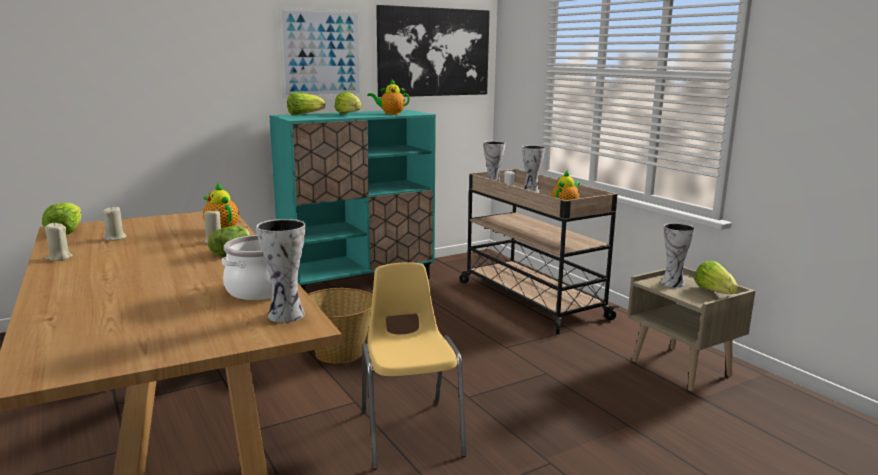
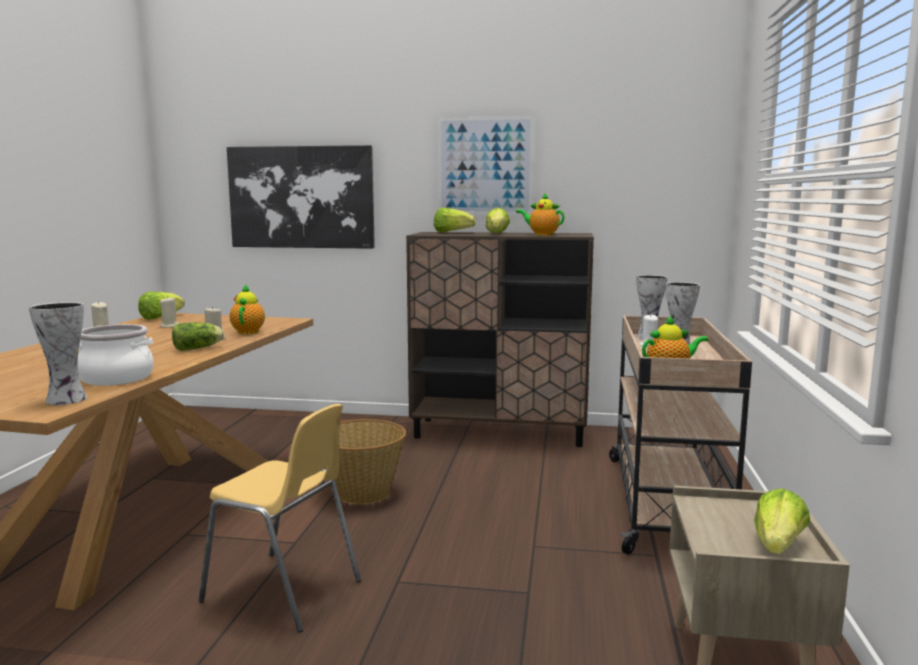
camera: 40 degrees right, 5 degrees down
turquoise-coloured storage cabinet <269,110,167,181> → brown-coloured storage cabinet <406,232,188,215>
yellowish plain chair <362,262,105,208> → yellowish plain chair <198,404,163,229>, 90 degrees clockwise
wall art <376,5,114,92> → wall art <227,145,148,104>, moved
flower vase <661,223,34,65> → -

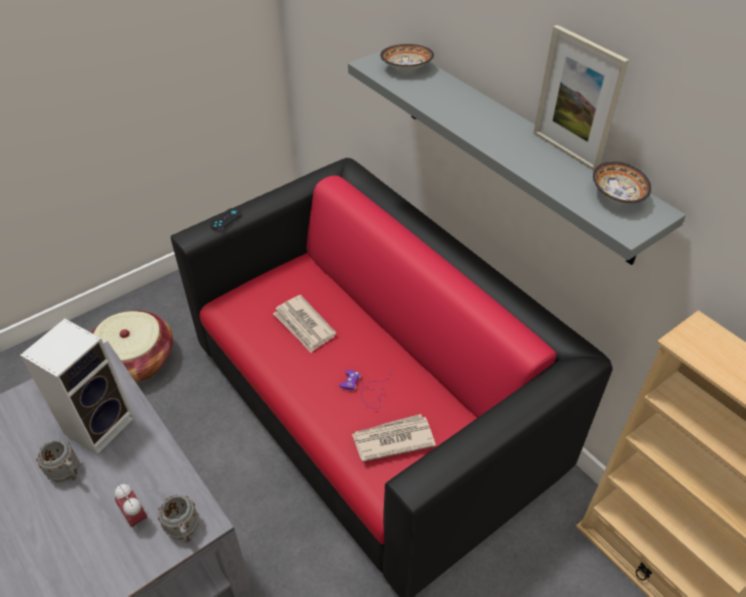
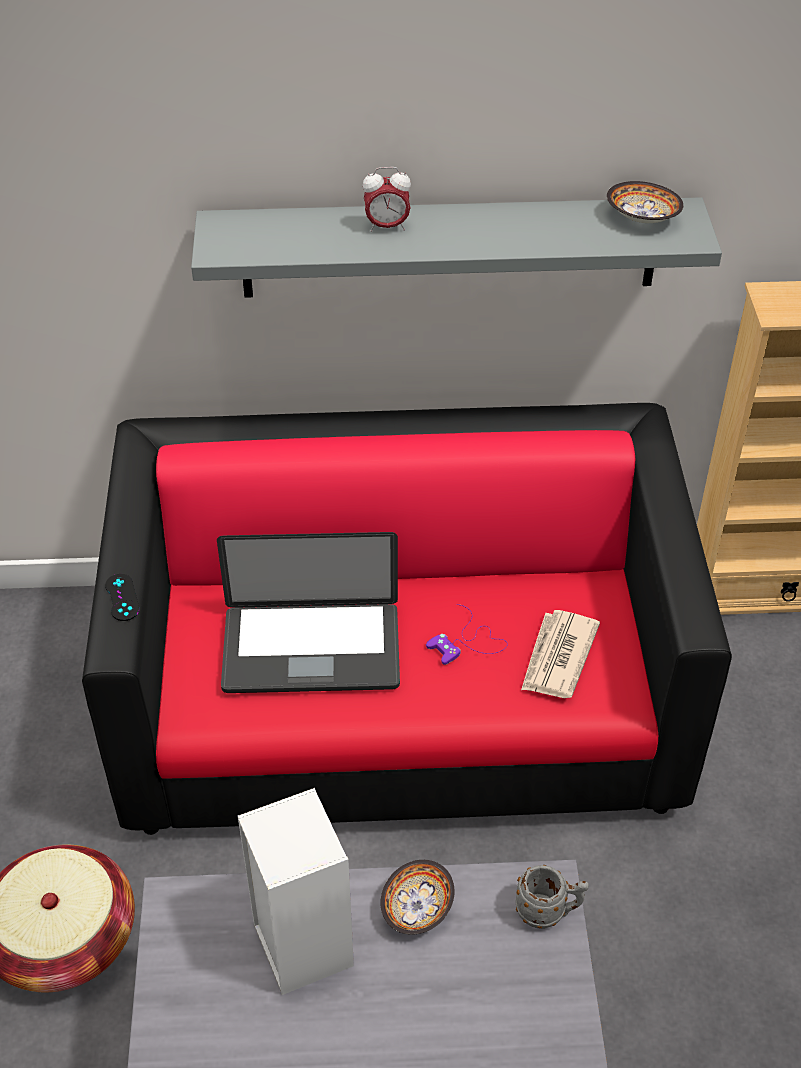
camera: 55 degrees left, 0 degrees up
greyish mug <36,440,43,42> → -
bedside clock <115,484,33,47> → bedside clock <363,167,48,65>, moved
printed paper <273,295,63,58> → notebook computer <217,532,183,161>
deep dish <380,44,54,26> → deep dish <380,860,75,75>, moved
photo frame <533,25,96,146> → -

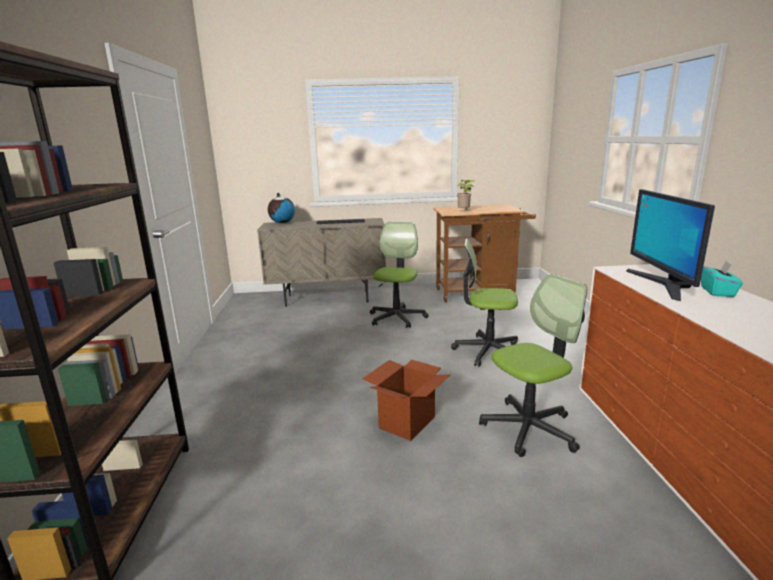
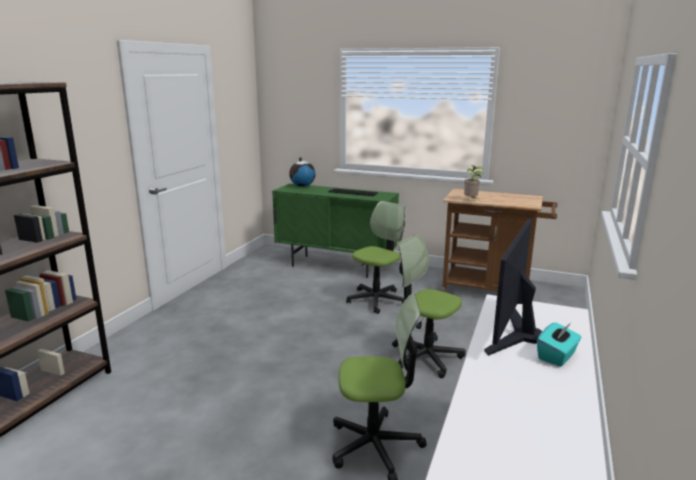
camera: 25 degrees right, 0 degrees up
beige-coloured storage cabinet <257,218,129,89> → green-coloured storage cabinet <272,183,127,95>
packing box <362,360,89,81> → -

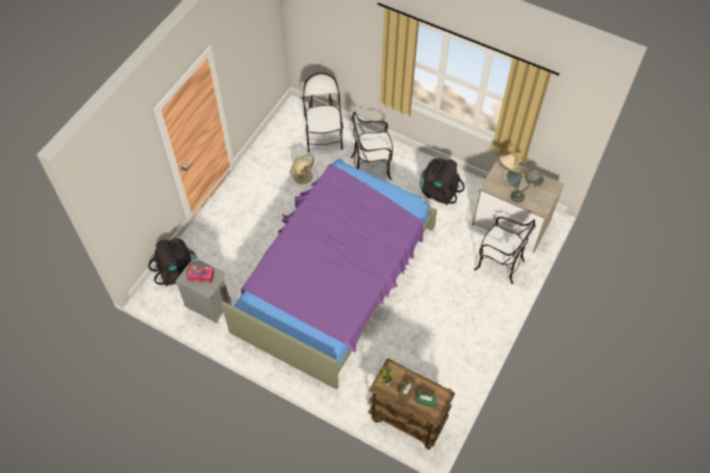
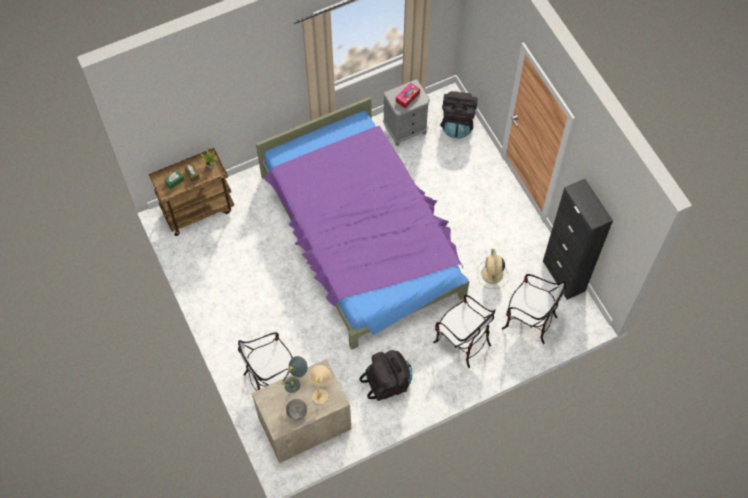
camera: 125 degrees right, 5 degrees up
plain chair <351,112,42,67> → plain chair <433,295,63,73>, 105 degrees clockwise
- → black storage cabinet <543,179,70,121>

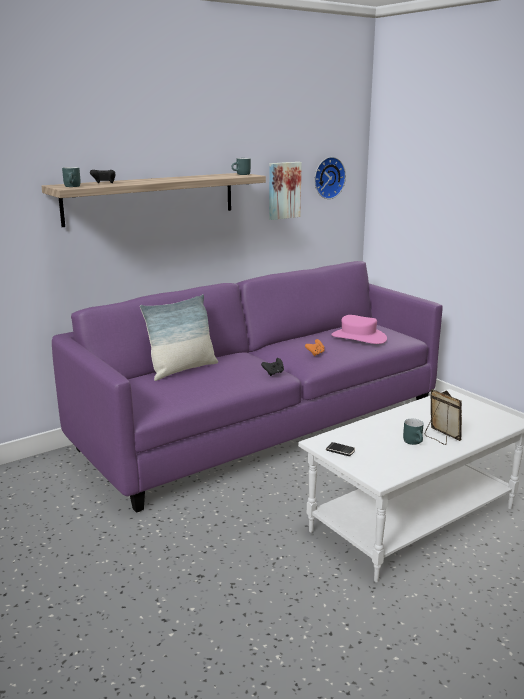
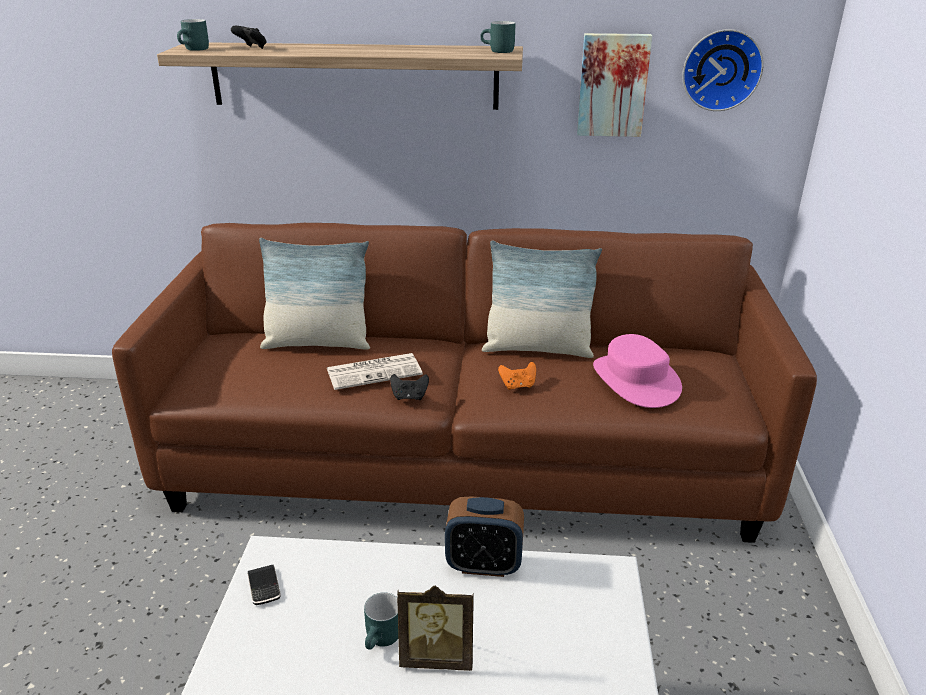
camera: 40 degrees right, 10 degrees up
purple-coloured settee <52,261,391,252> → brown-coloured settee <112,223,705,320>
photo frame <424,389,38,56> → photo frame <397,586,77,85>, 90 degrees clockwise
- → printed paper <327,353,96,37>
- → bedside clock <445,496,79,81>
- → throw pillow <482,240,120,118>

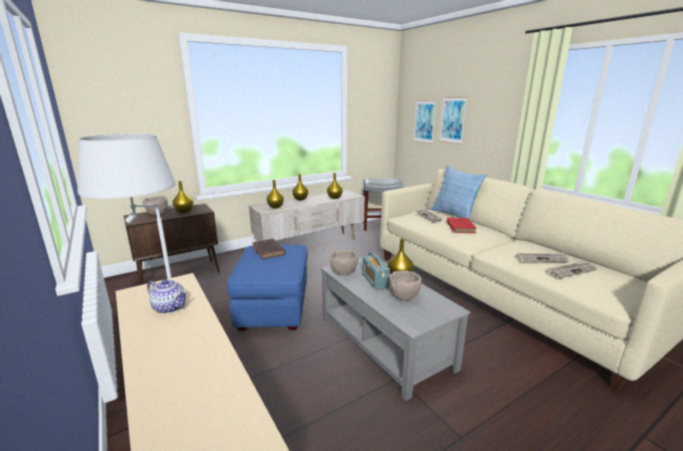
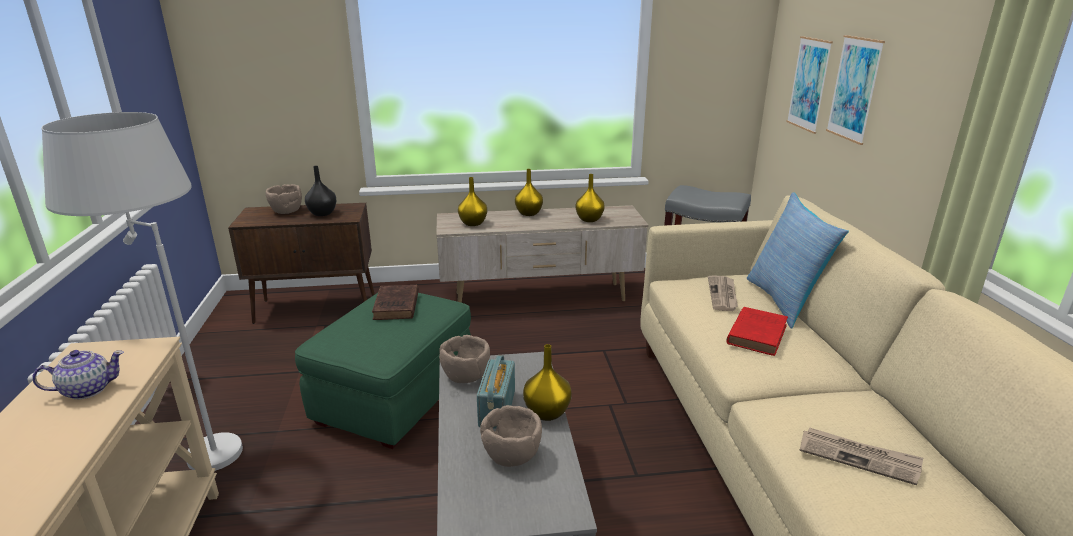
camera: 25 degrees right, 5 degrees up
teapot <147,279,40,35> → teapot <32,350,92,49>, 75 degrees counterclockwise
yellowish flower vase <173,181,20,32> → black flower vase <305,166,32,50>
bluish pouffe <227,245,81,86> → green-coloured pouffe <295,293,176,156>
printed paper <548,260,49,18> → -

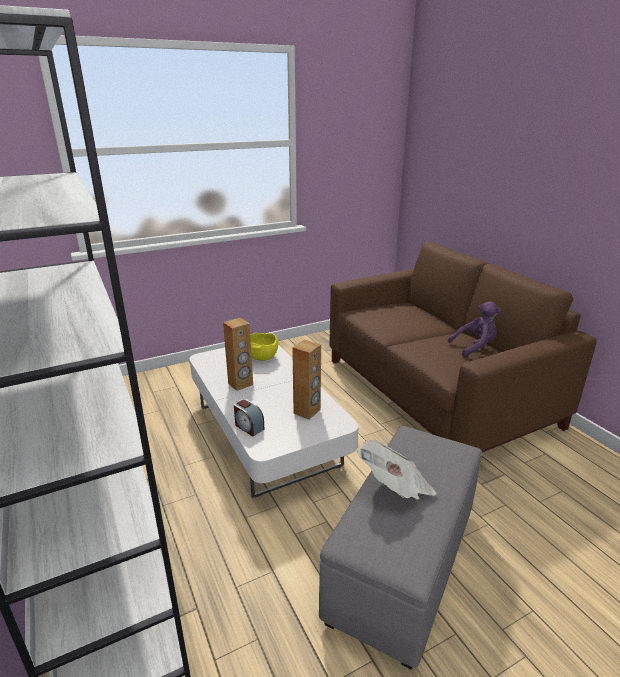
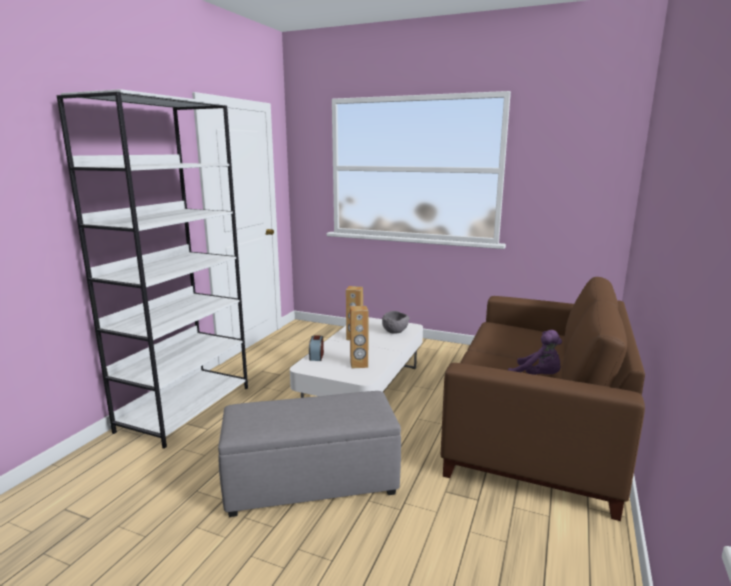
camera: 50 degrees right, 10 degrees down
yellowish deep dish <250,333,28,28> → greyish deep dish <382,311,28,23>
printed paper <357,440,80,60> → -

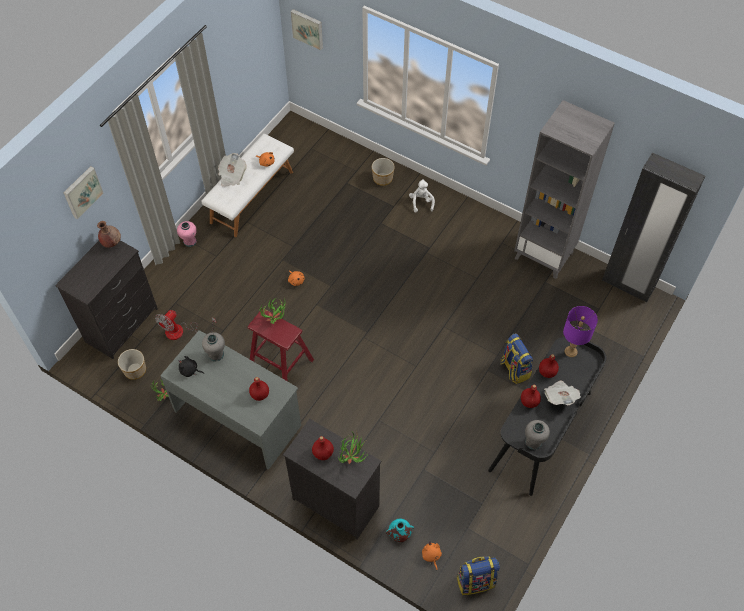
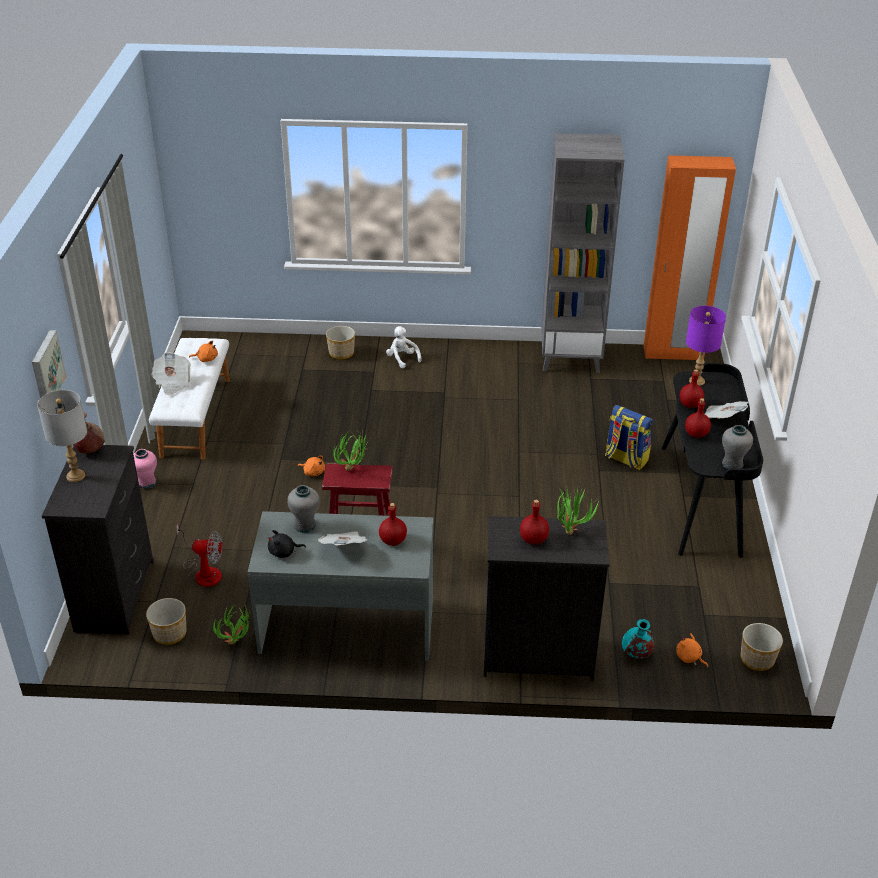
camera: 30 degrees left, 20 degrees down
electric fan <155,310,61,30> → electric fan <176,524,46,63>, 90 degrees counterclockwise
wall art <291,9,32,41> → -
rucksack <456,556,44,39> → flower pot <741,623,42,48>
black wardrobe <602,153,103,150> → orangey wardrobe <644,155,92,205>
- → greyish lamp for a table <37,390,50,92>
- → printed paper <318,531,50,14>

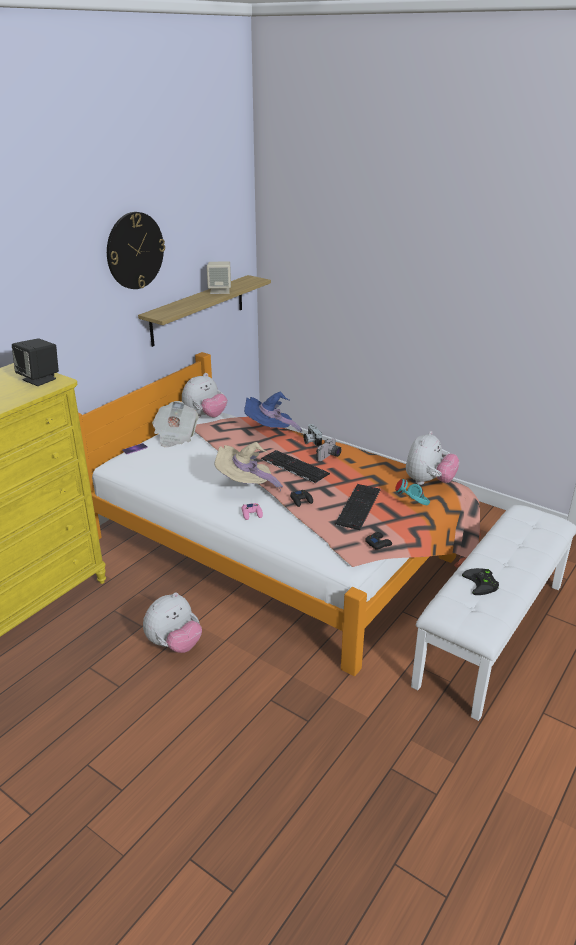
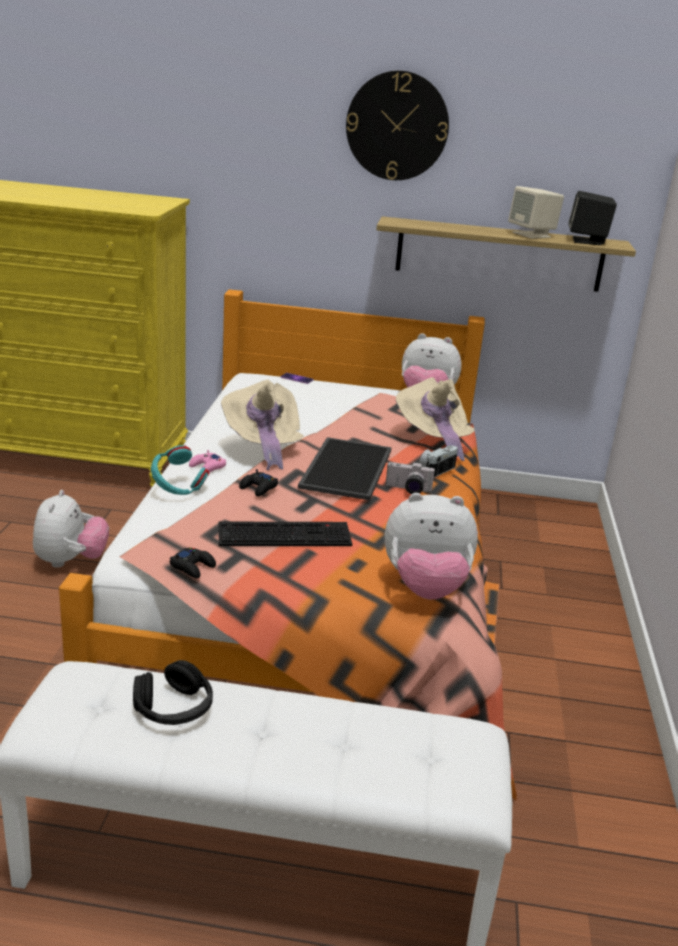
camera: 60 degrees right, 5 degrees down
black loudspeaker <12,338,47,48> → black loudspeaker <569,191,48,54>, moved
cuddly toy <143,593,59,60> → cuddly toy <33,490,76,78>, 105 degrees counterclockwise
printed paper <152,401,47,46> → -
bluish wearable hat <244,391,59,43> → beige-coloured wearable hat <396,377,79,84>
PC keyboard <261,450,69,33> → tray <298,437,94,63>
turquoise-coloured headset <395,479,35,26> → turquoise-coloured headset <151,445,58,50>, moved
black joypad <462,568,37,27> → black headset <133,660,80,65>

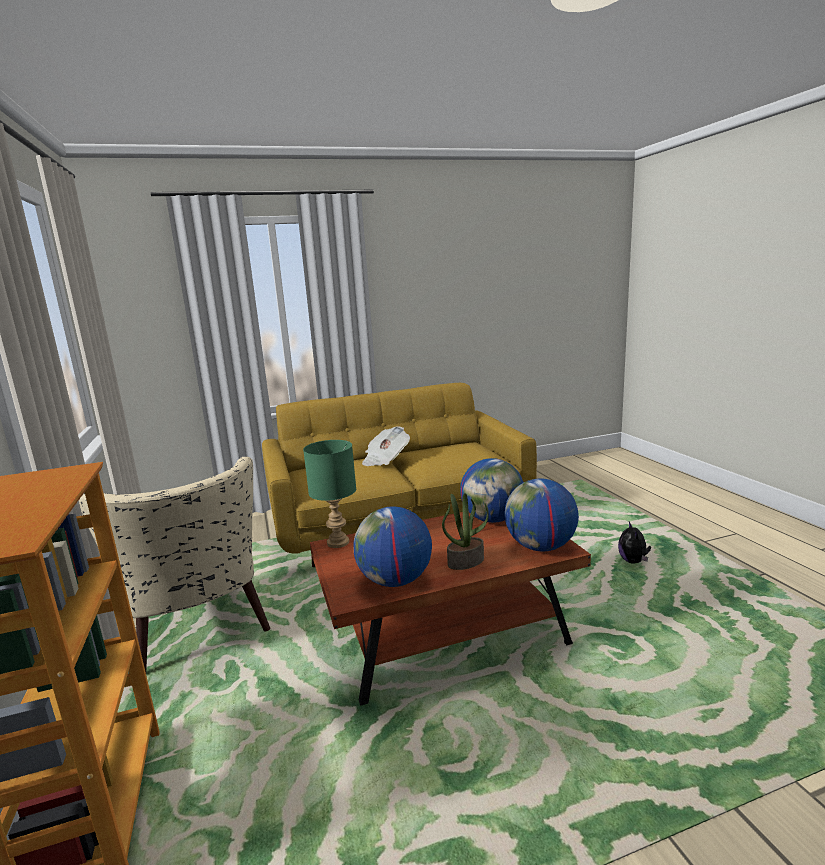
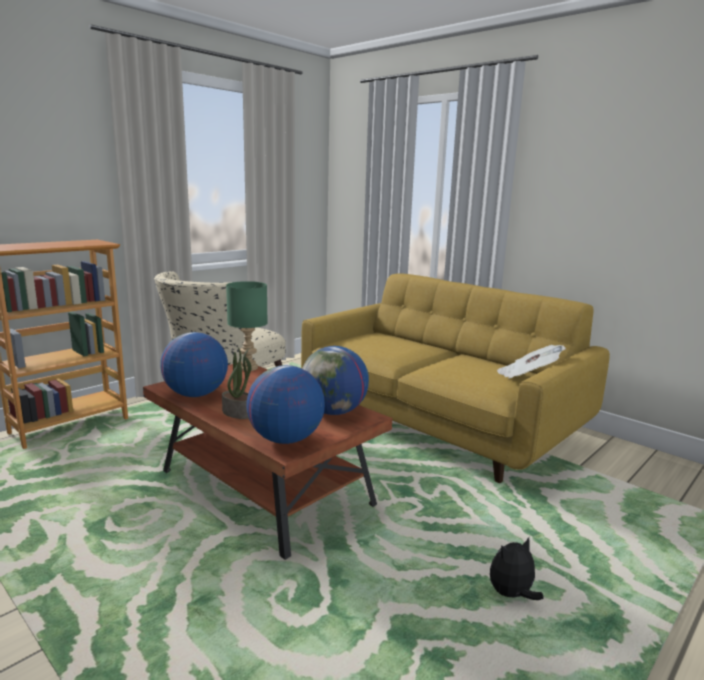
camera: 60 degrees right, 0 degrees up
printed paper <362,426,48,40> → printed paper <497,345,69,34>, moved

